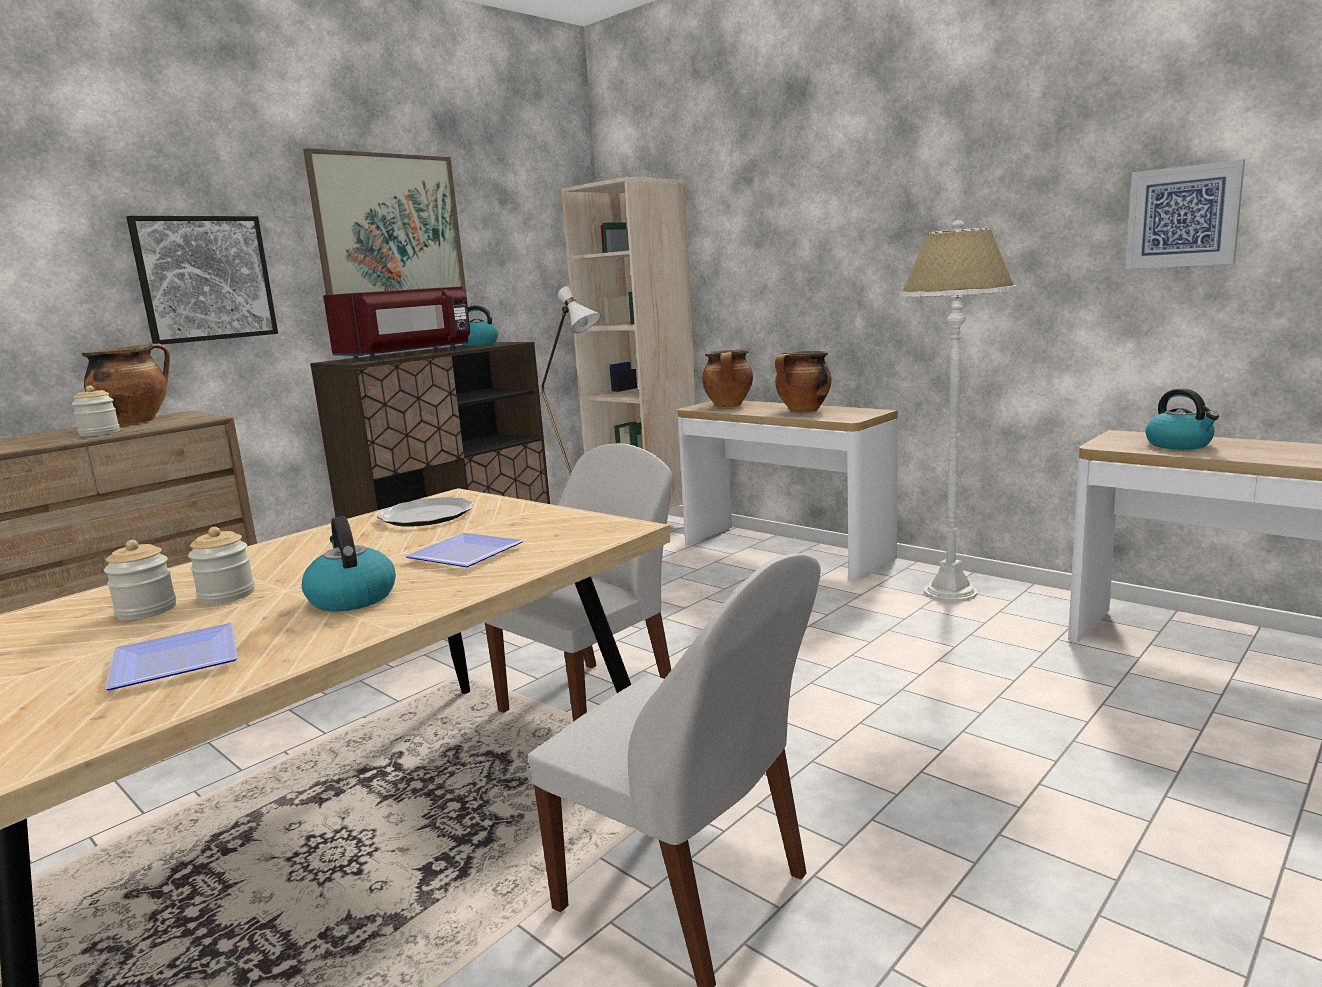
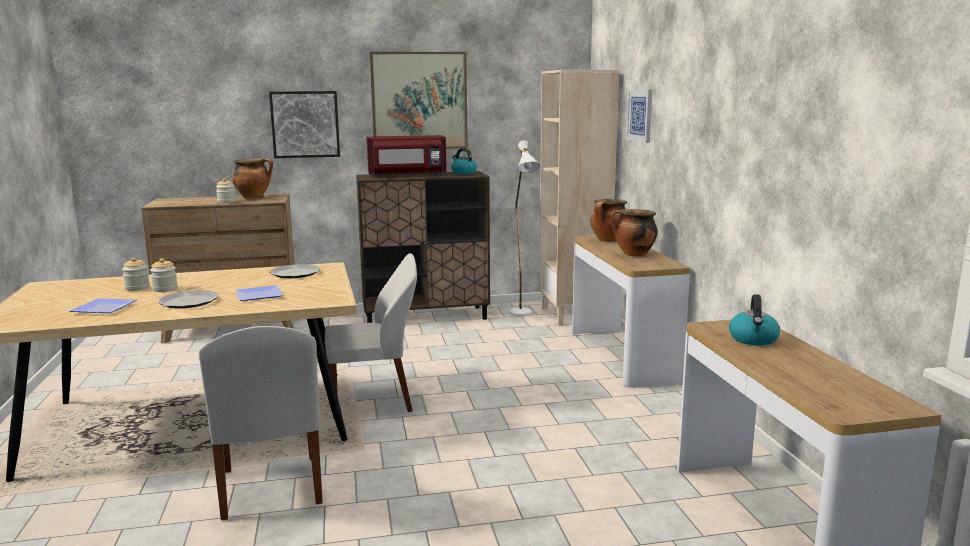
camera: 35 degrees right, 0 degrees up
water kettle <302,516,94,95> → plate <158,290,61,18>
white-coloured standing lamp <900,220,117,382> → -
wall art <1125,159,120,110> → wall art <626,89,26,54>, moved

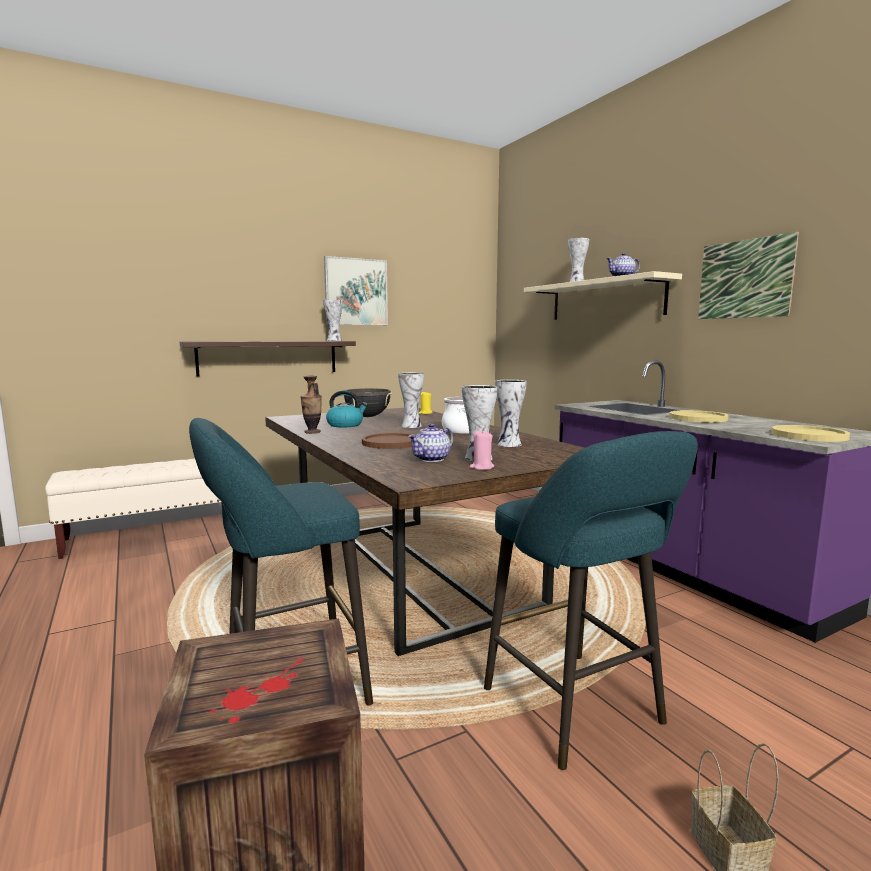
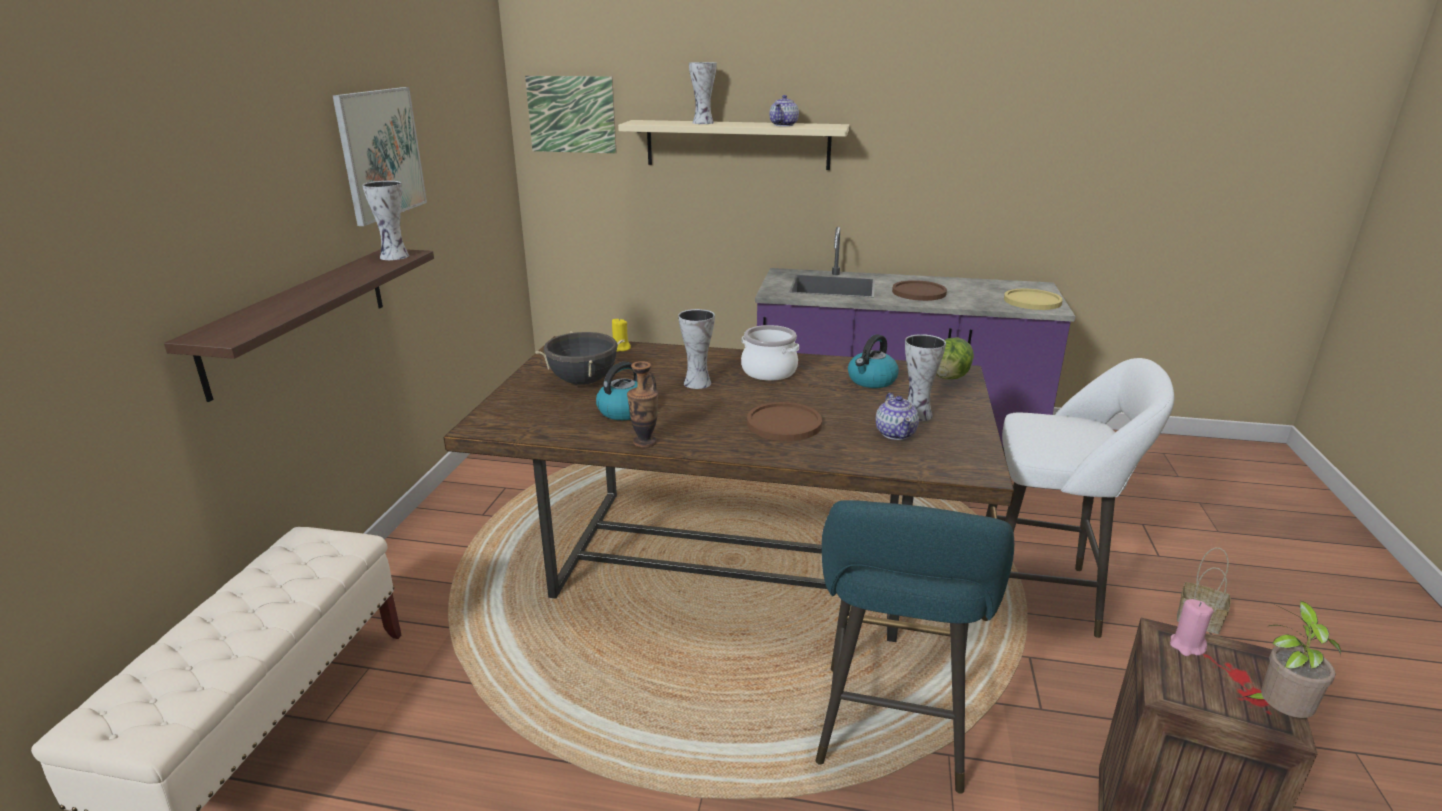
camera: 50 degrees left, 15 degrees up
pink wax candle <469,429,25,41> → pink wax candle <1170,599,44,57>, moved
turquoise-coloured stool seat <484,431,214,339> → white-coloured stool seat <982,358,193,280>
flower vase <495,380,32,67> → water kettle <848,334,51,54>
yellowish plate <669,410,60,13> → brown-coloured plate <892,280,55,21>
wall art <698,232,101,87> → wall art <525,76,92,78>, moved
- → head of lettuce <936,337,38,42>
- → potted plant <1244,600,97,118>

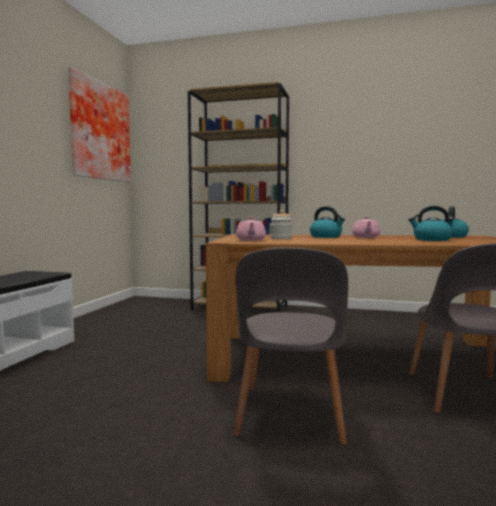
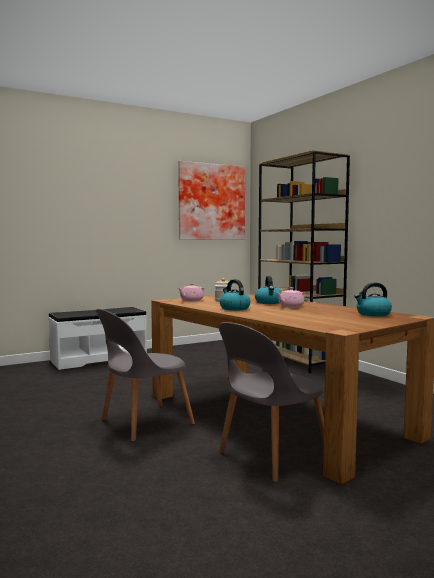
camera: 45 degrees right, 0 degrees up
water kettle <409,206,44,35> → water kettle <220,279,31,32>, moved

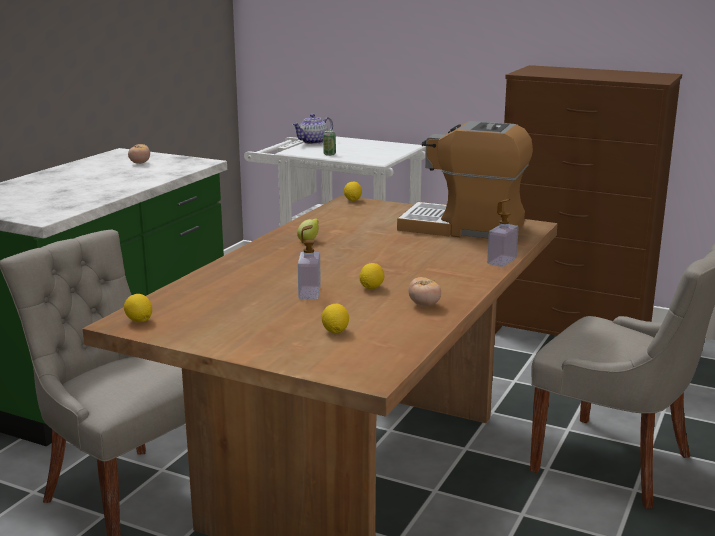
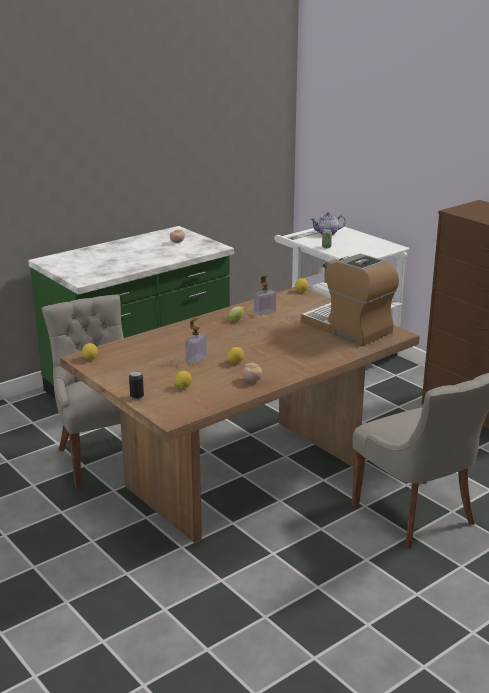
camera: 25 degrees right, 5 degrees up
liquid soap bottle <487,199,32,68> → liquid soap bottle <254,276,22,40>, moved
- → metal can <129,371,15,28>

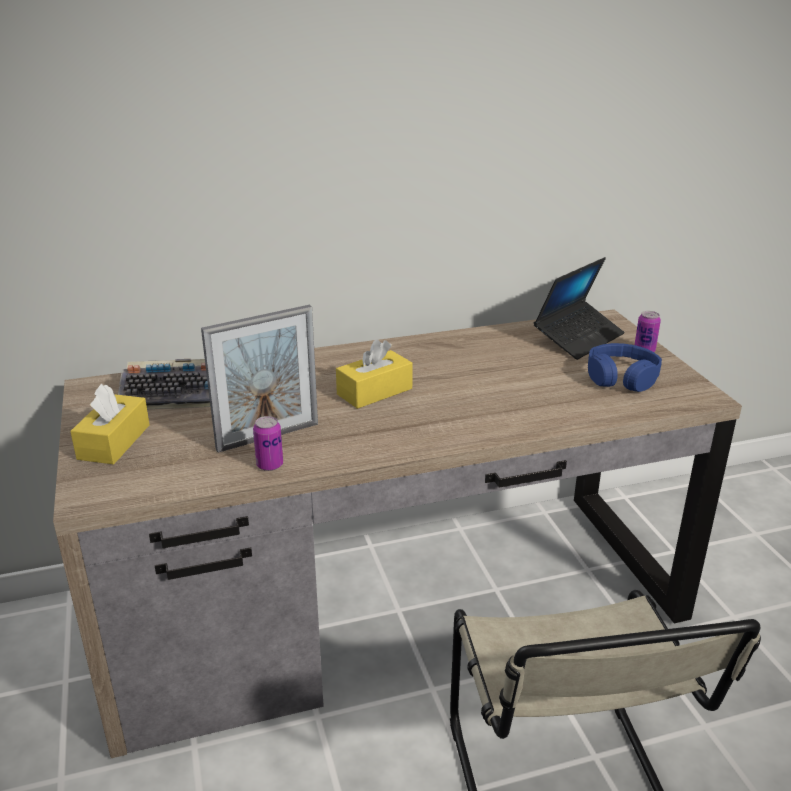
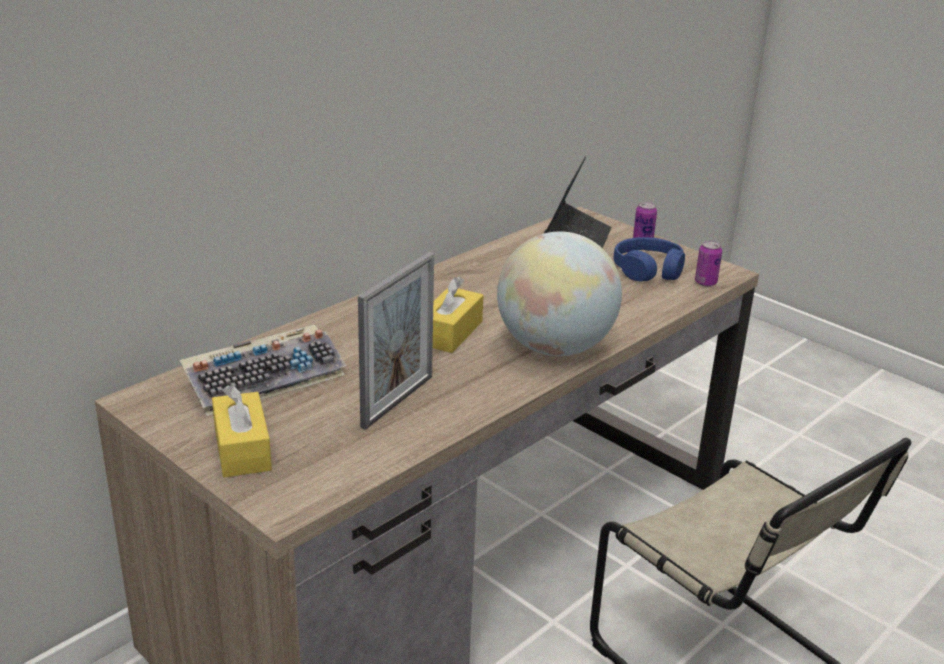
camera: 30 degrees left, 0 degrees up
metal can <253,416,30,55> → metal can <695,241,27,46>, moved
- → world globe <497,231,125,125>

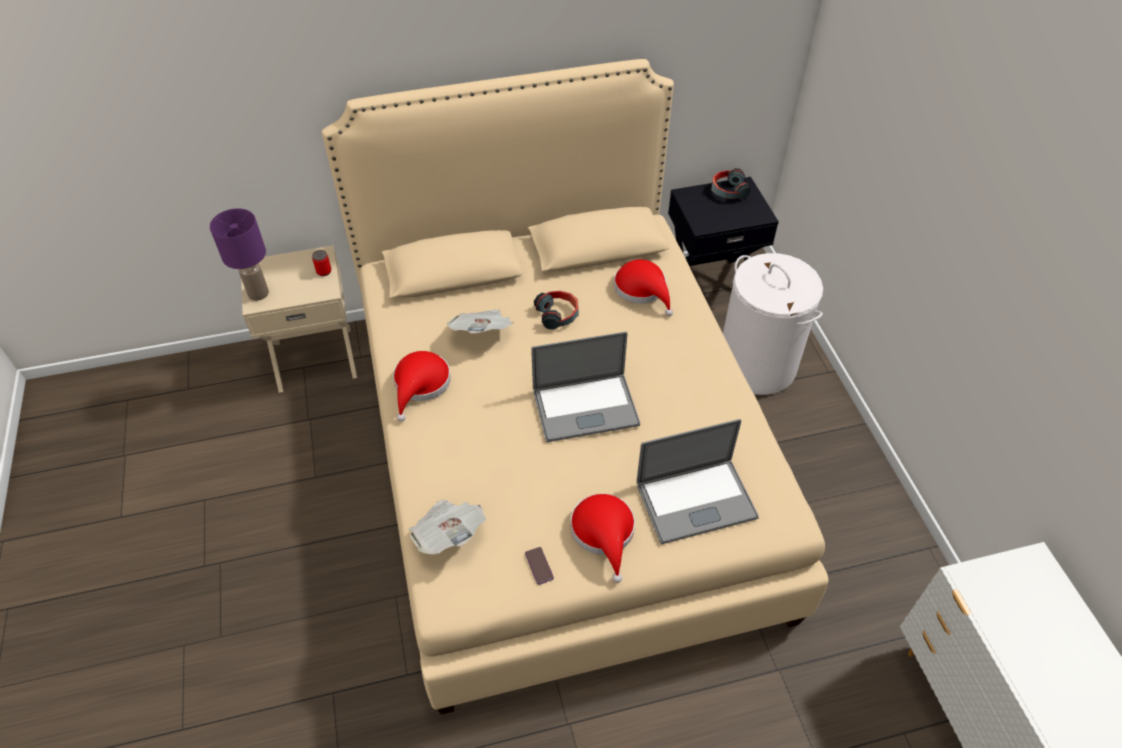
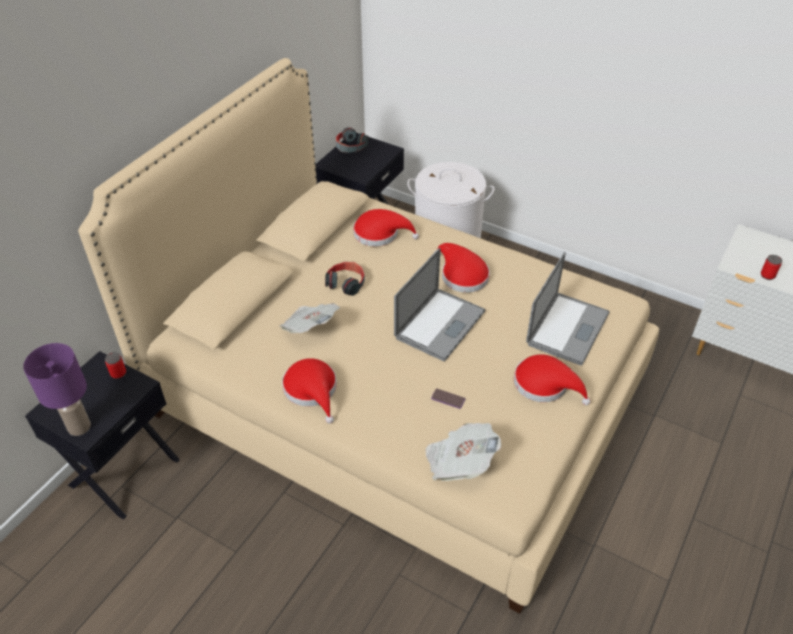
camera: 45 degrees left, 5 degrees down
beige-coloured bedside table <241,245,116,148> → black bedside table <25,351,155,169>
phone <525,547,29,38> → phone <431,389,34,20>, moved
- → reddish wearable hat <434,243,56,50>
- → metal can <761,255,21,25>

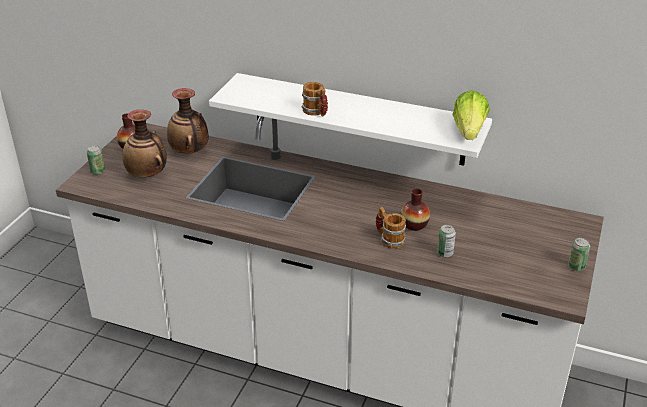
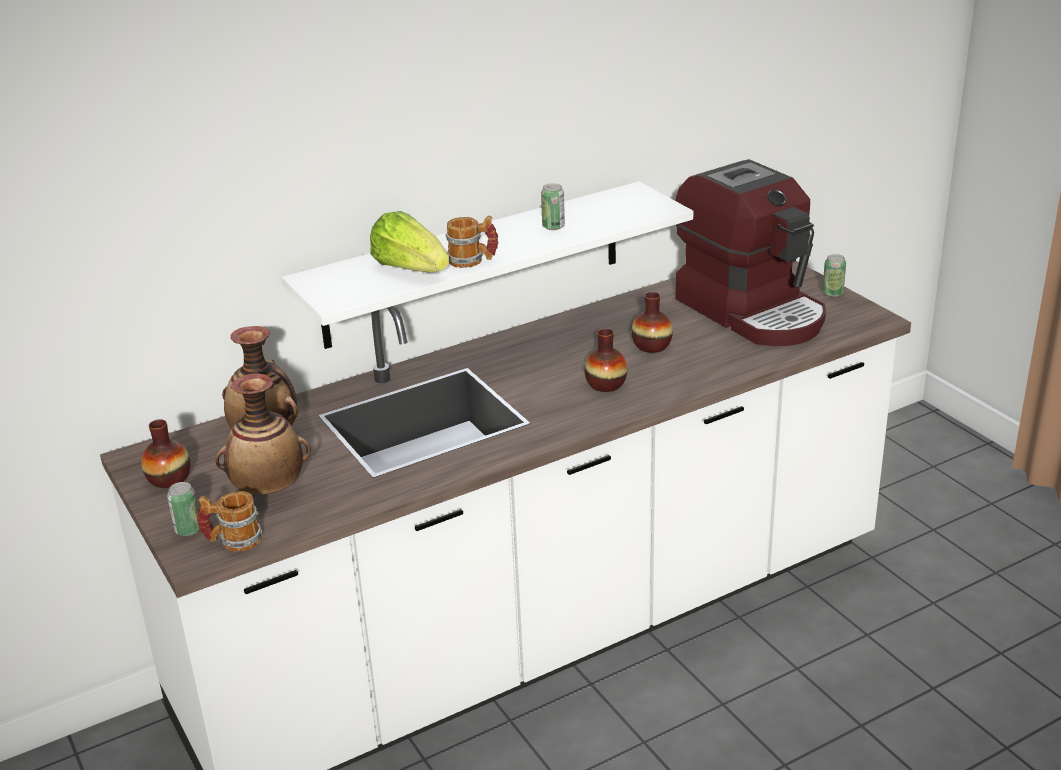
camera: 50 degrees left, 5 degrees down
mug <376,207,30,42> → mug <197,491,66,61>, moved
metal can <437,225,19,32> → metal can <541,183,24,47>, moved
head of lettuce <452,90,38,50> → head of lettuce <370,211,79,61>, moved
- → flower vase <584,329,43,63>
- → coffee brewer <675,159,151,187>

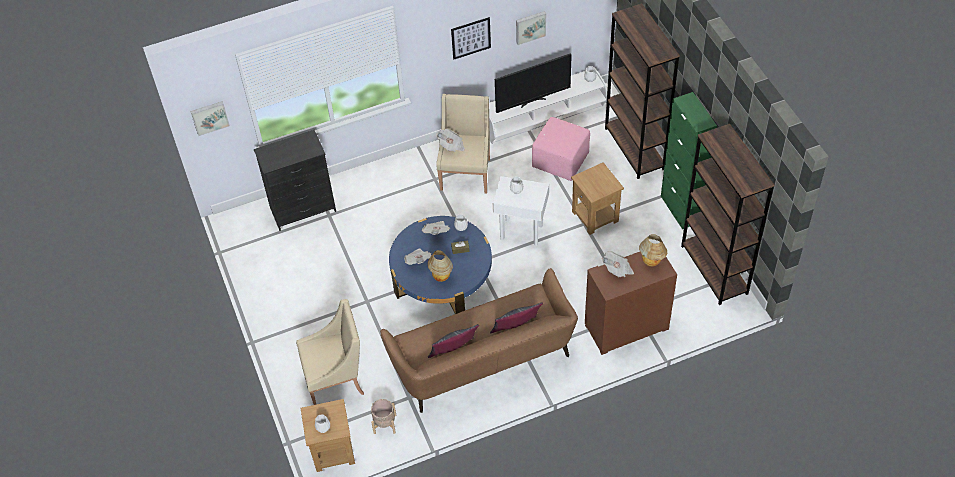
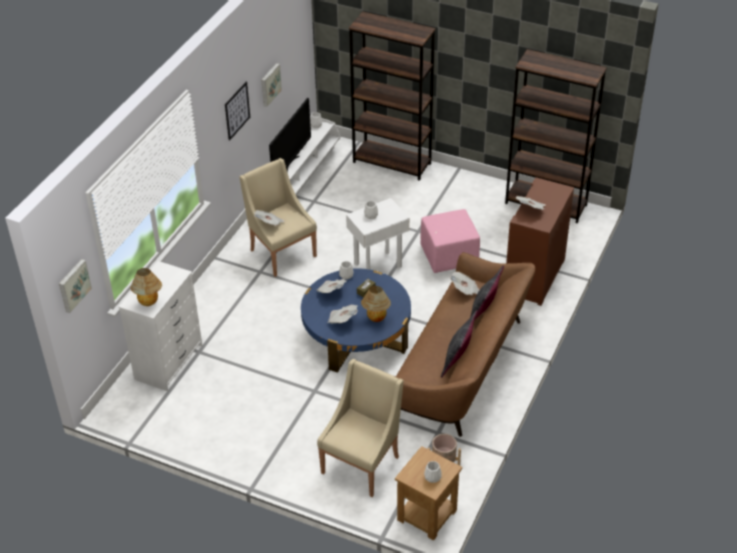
camera: 45 degrees left, 10 degrees down
black dresser <254,130,82,101> → white-coloured dresser <119,261,83,130>
pink pouffe <532,117,58,64> → pink pouffe <420,209,60,64>, moved
brown-coloured accent table <571,162,53,73> → -
lamp for a table <639,234,28,32> → lamp for a table <130,268,32,38>, moved
green-coloured storage cabinet <661,92,56,137> → -
- → printed paper <449,272,30,24>

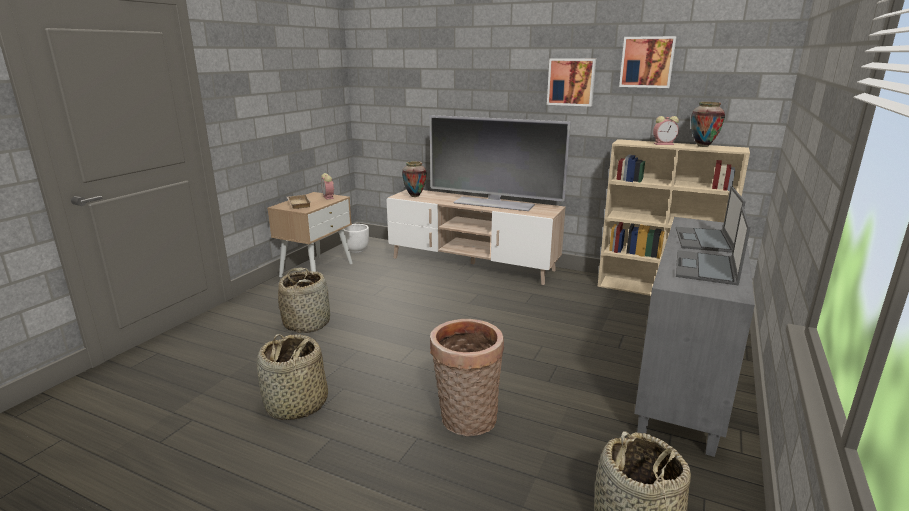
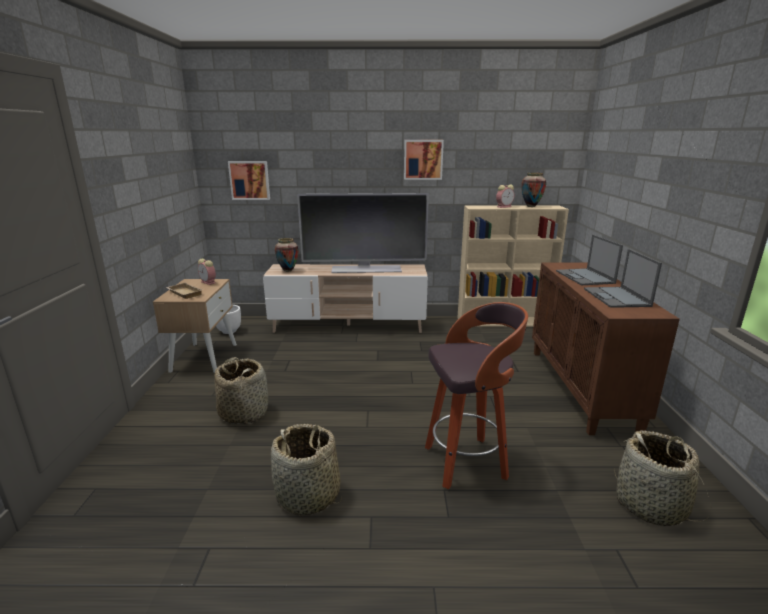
camera: 25 degrees left, 0 degrees up
household basket <430,319,74,117> → stool seat <425,302,103,187>
wall art <619,36,58,52> → wall art <228,161,42,39>, moved
greyish storage cabinet <634,217,121,240> → brown-coloured storage cabinet <532,263,148,172>

